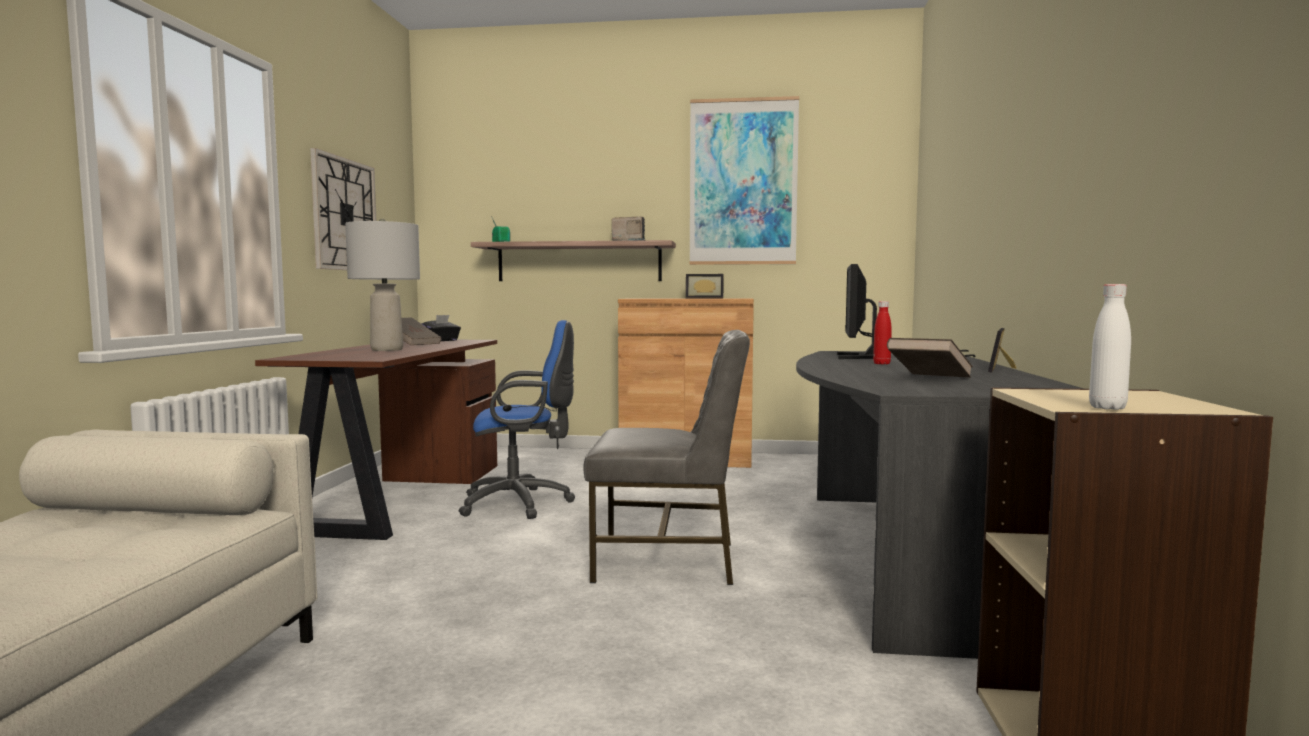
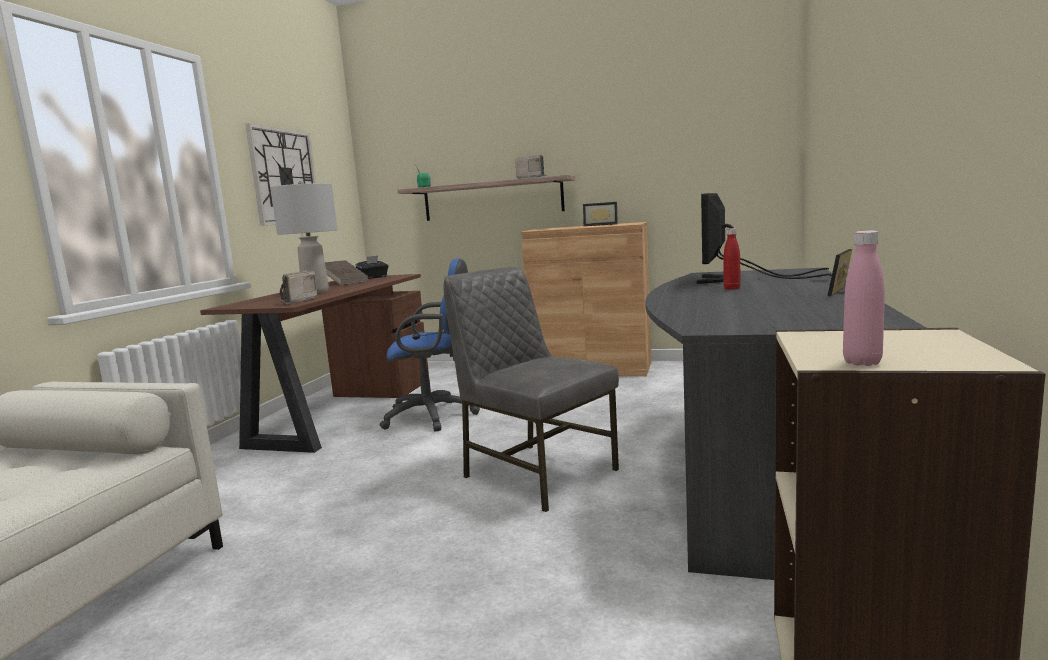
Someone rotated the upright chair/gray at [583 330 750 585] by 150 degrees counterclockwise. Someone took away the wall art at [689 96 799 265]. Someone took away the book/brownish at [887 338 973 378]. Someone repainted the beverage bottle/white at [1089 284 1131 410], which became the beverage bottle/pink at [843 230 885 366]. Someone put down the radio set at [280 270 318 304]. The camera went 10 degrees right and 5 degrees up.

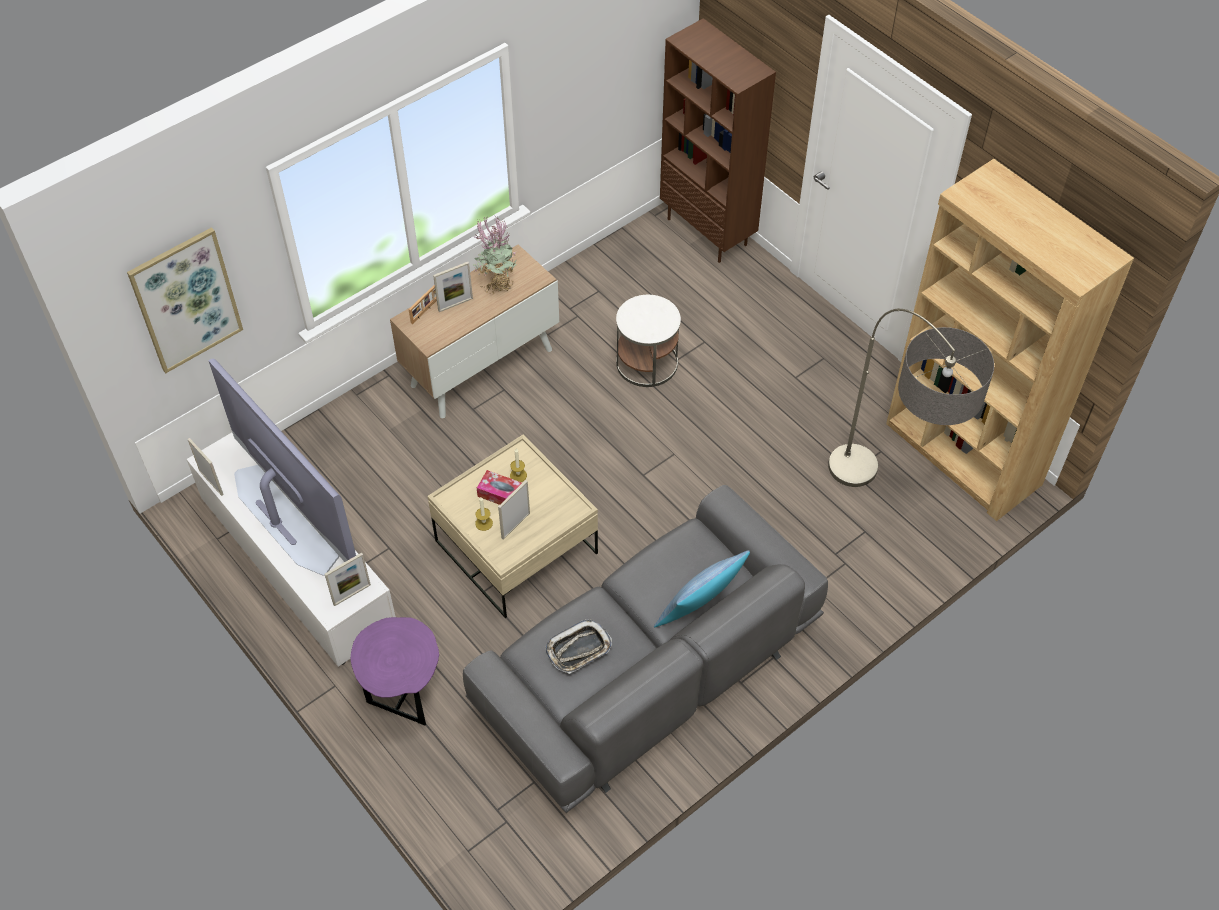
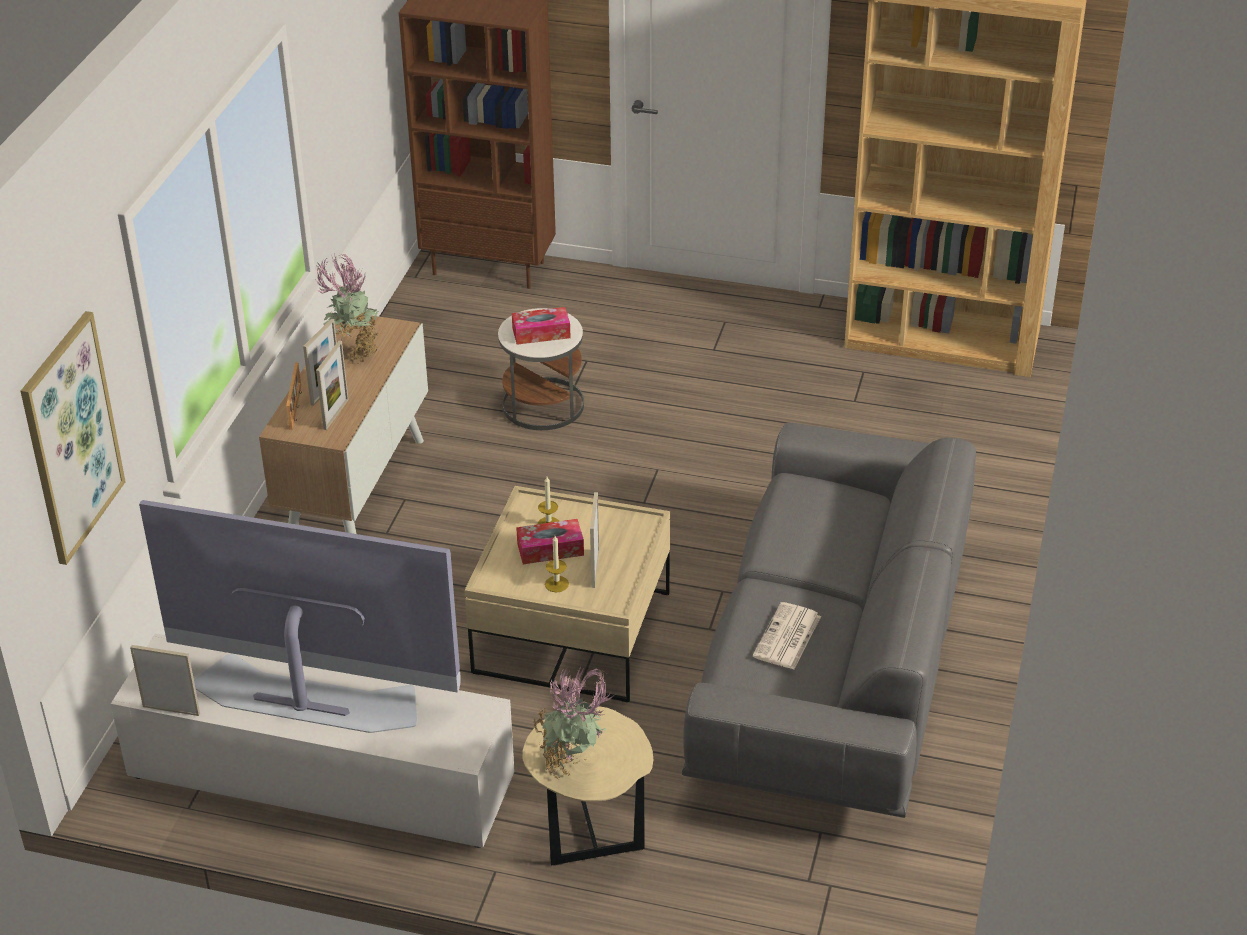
Someone carried the picture frame from [325 553 371 606] to [316 341 349 430]. Someone repainted the side table/purple-coloured at [351 617 439 726], which became the side table/beige-coloured at [522 706 653 866]. Someone swapped the serving tray at [545 619 612 674] for the daily paper at [753 602 821 670]. Someone took away the cushion at [654 550 750 627]. Someone took away the floor lamp at [828 308 994 487]. Someone put down the tissue holder at [512 307 571 345]. Someone put down the potted plant at [533 666 613 779]. The camera went 35 degrees left and 15 degrees down.

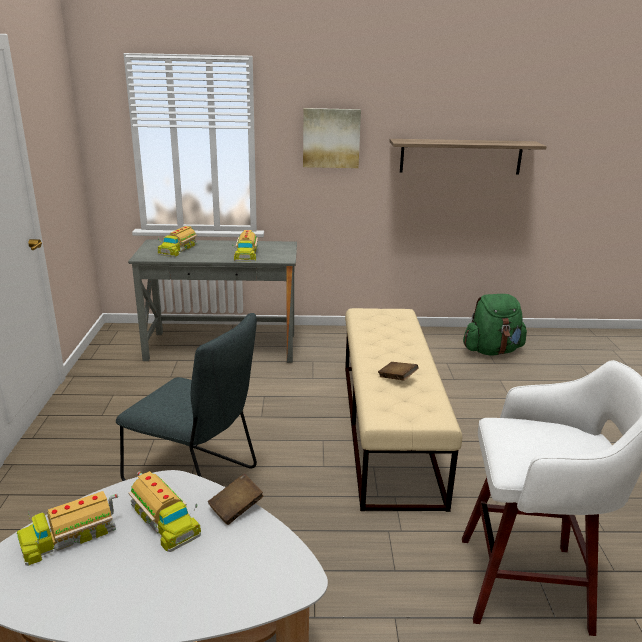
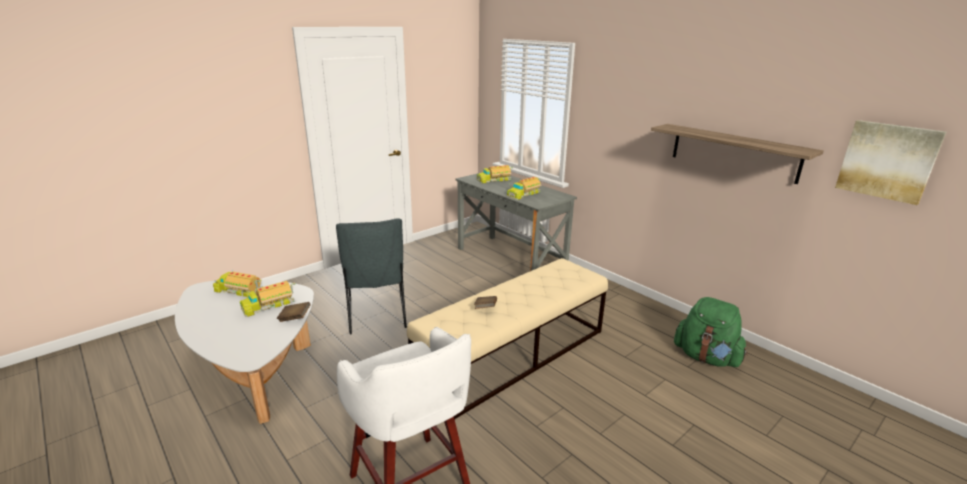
Someone rotated the model truck at [129 471 201 552] by 45 degrees clockwise. Someone carried the wall art from [303 108 361 168] to [835 120 946 205]. The camera went 50 degrees right and 0 degrees up.

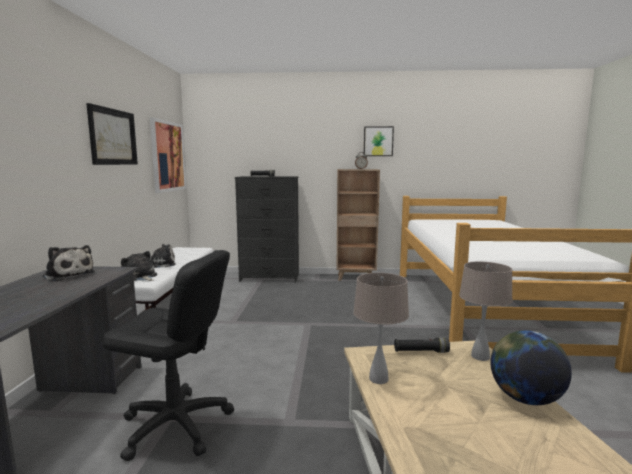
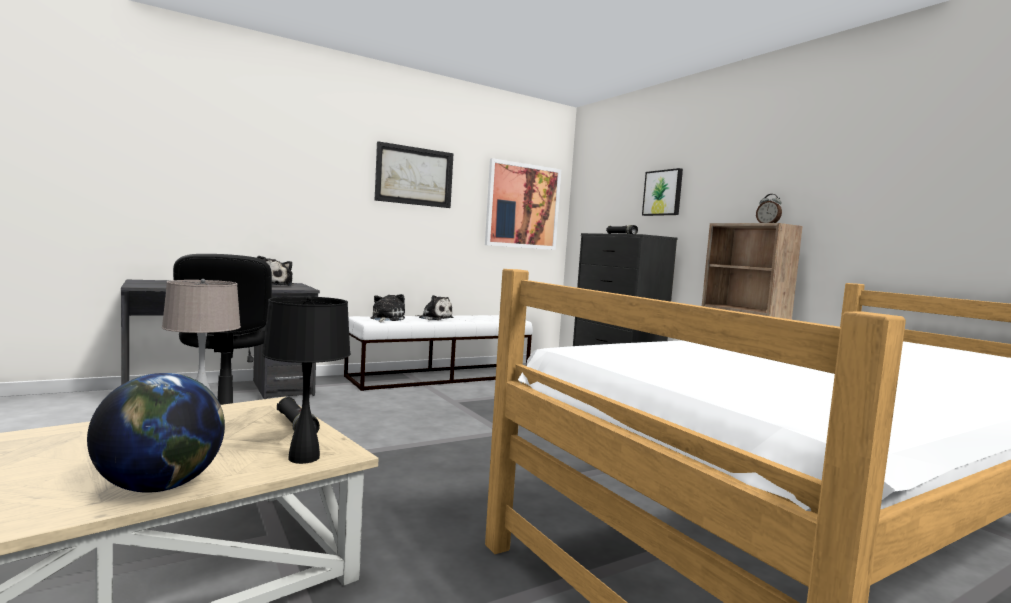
Someone carried the wall art from [364 126 394 156] to [642 168 683 216]. Someone repainted the tabletop lamp/beige-coloured at [459 261 513 361], which became the tabletop lamp/blackish at [262 296 351 464]. The camera went 55 degrees right and 5 degrees down.

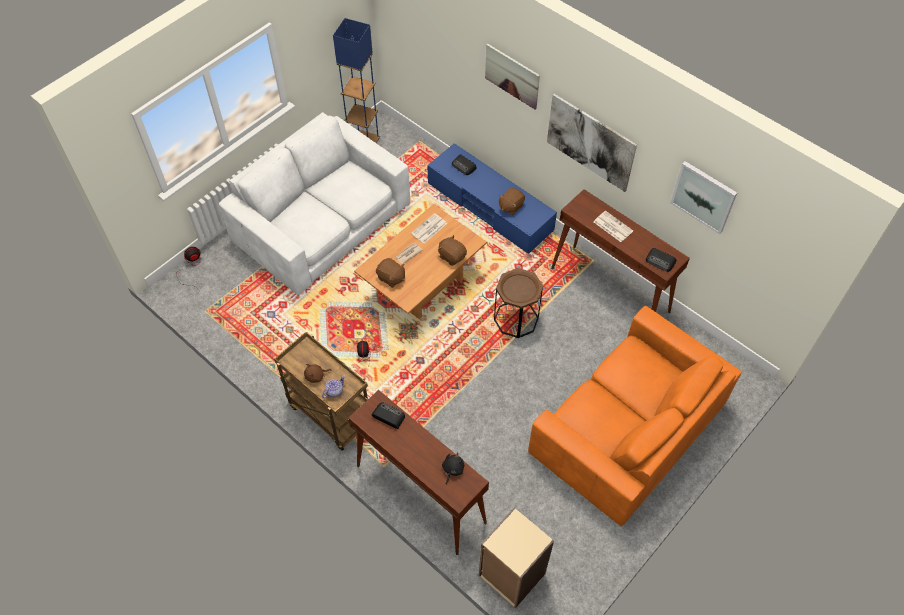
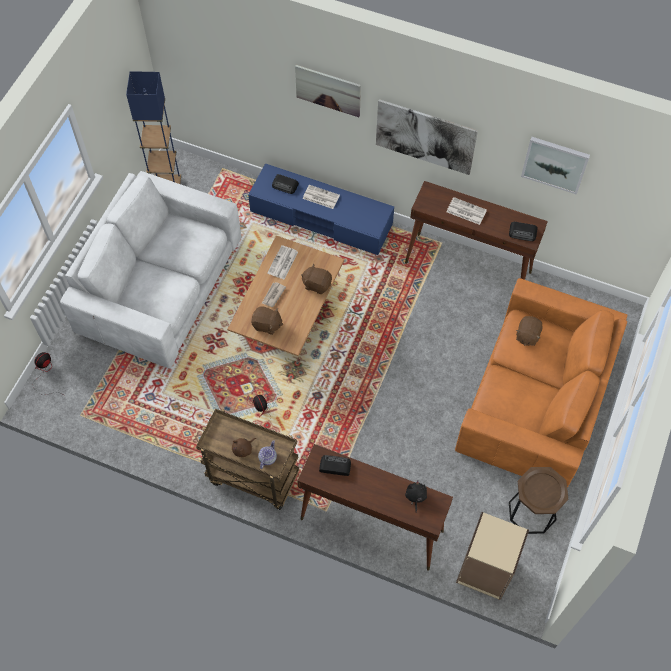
Someone carried the side table/brownish from [494 268 543 338] to [509 467 568 534]. Someone carried the cuddly toy/brownish from [498 188 525 215] to [516 316 543 346]. Someone put down the daily paper at [303 185 340 209]. The camera went 20 degrees left and 5 degrees up.

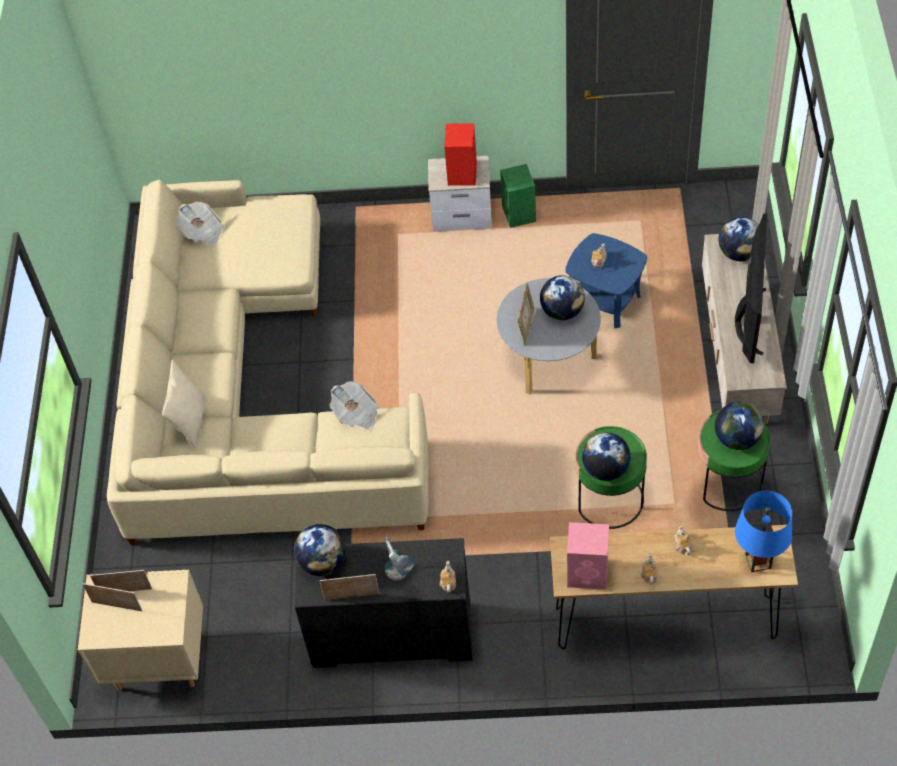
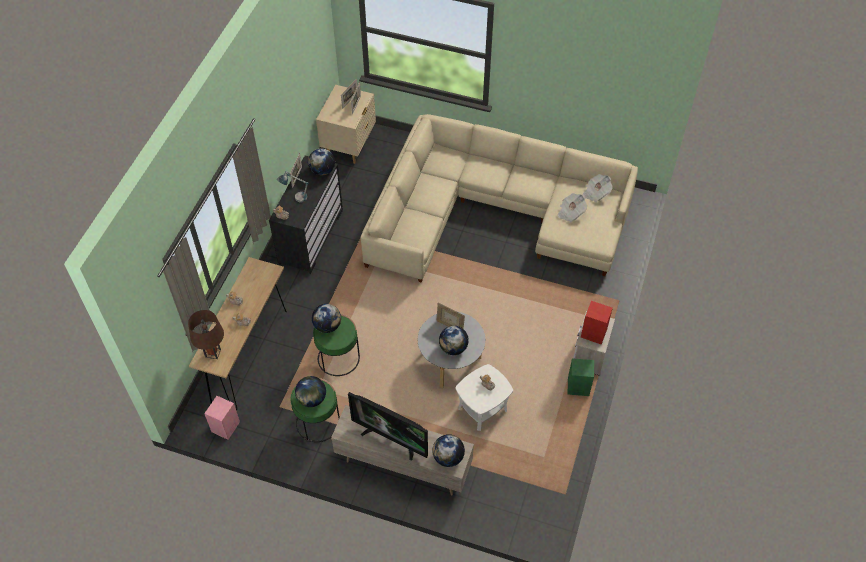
Someone took away the cushion/beige-coloured at [162 360 205 449]. Someone carried the daily paper from [330 381 379 430] to [557 193 587 223]. Someone repainted the side table/blue-coloured at [565 233 647 328], which became the side table/white at [456 364 513 431]. Someone carried the speaker/pink from [567 522 609 590] to [204 396 240 440]. Someone repainted the tabletop lamp/blue-coloured at [735 491 792 572], which became the tabletop lamp/brownish at [188 310 224 359]. The camera went 105 degrees right and 0 degrees up.

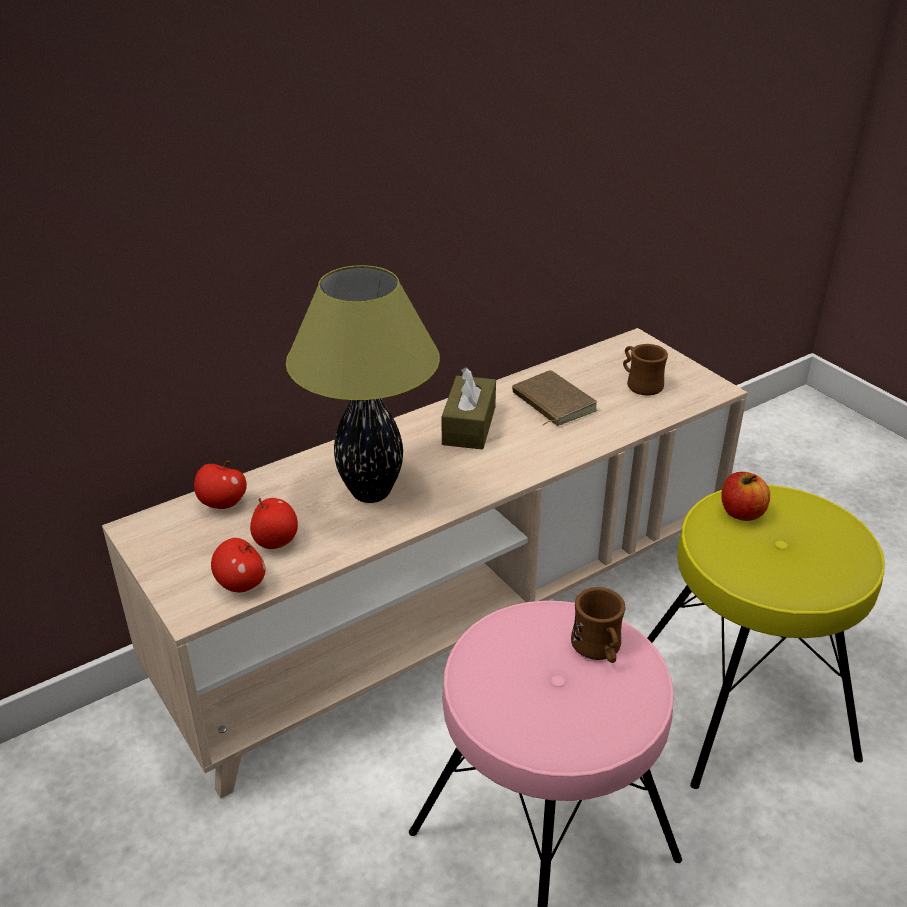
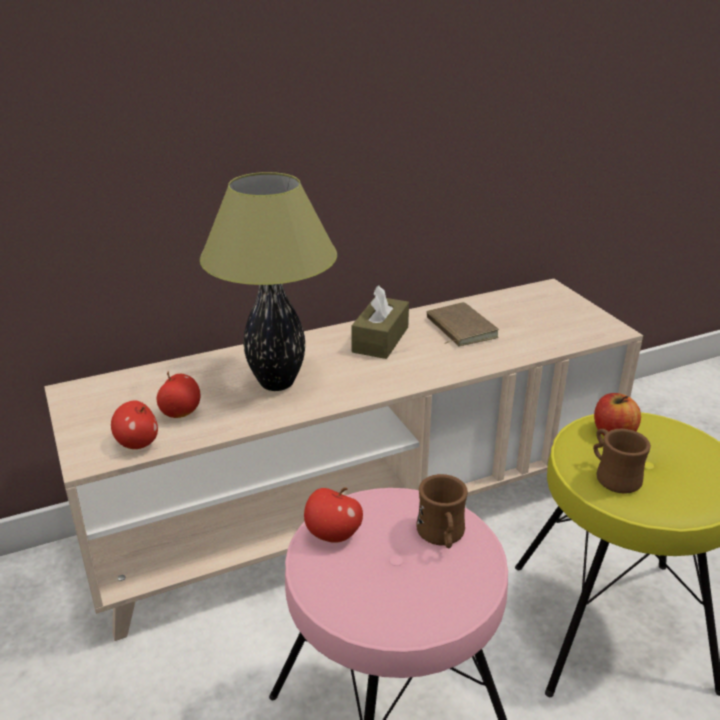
Someone carried the apple from [194 461 247 509] to [304 487 363 543]. Someone carried the tea mug/brownish from [623 344 668 396] to [593 429 651 494]. The camera went 10 degrees right and 5 degrees down.

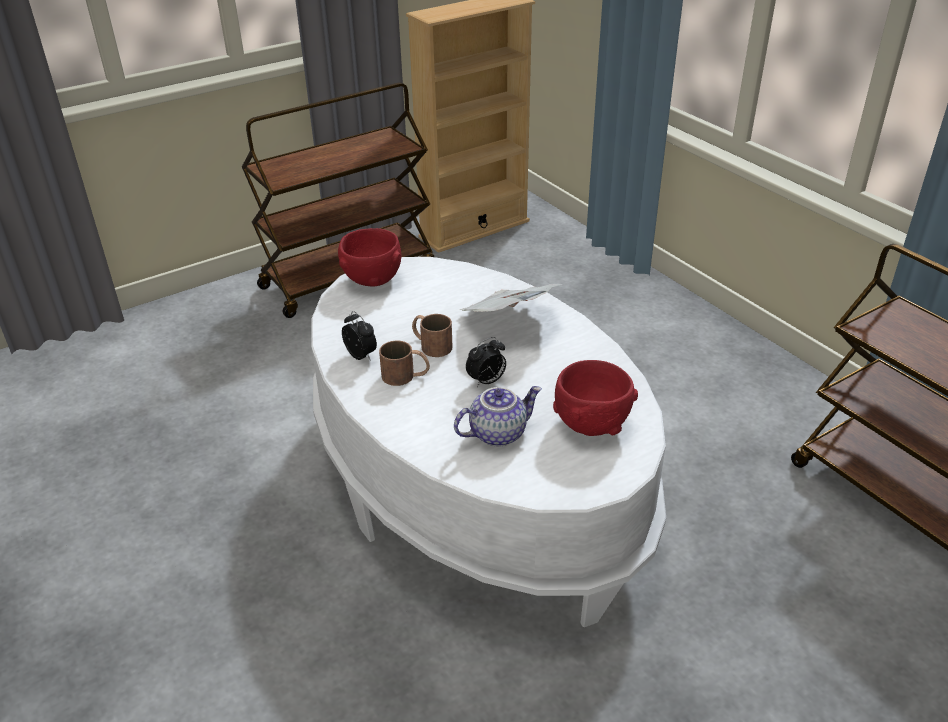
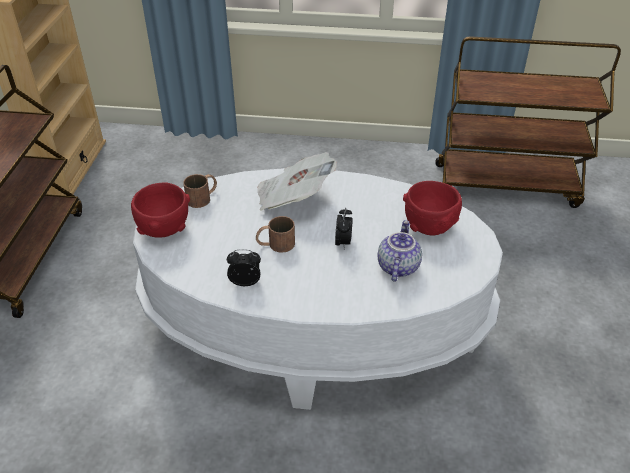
Someone carried the tea mug/brownish from [379 340 430 386] to [183 174 217 208]. The camera went 50 degrees left and 5 degrees up.

